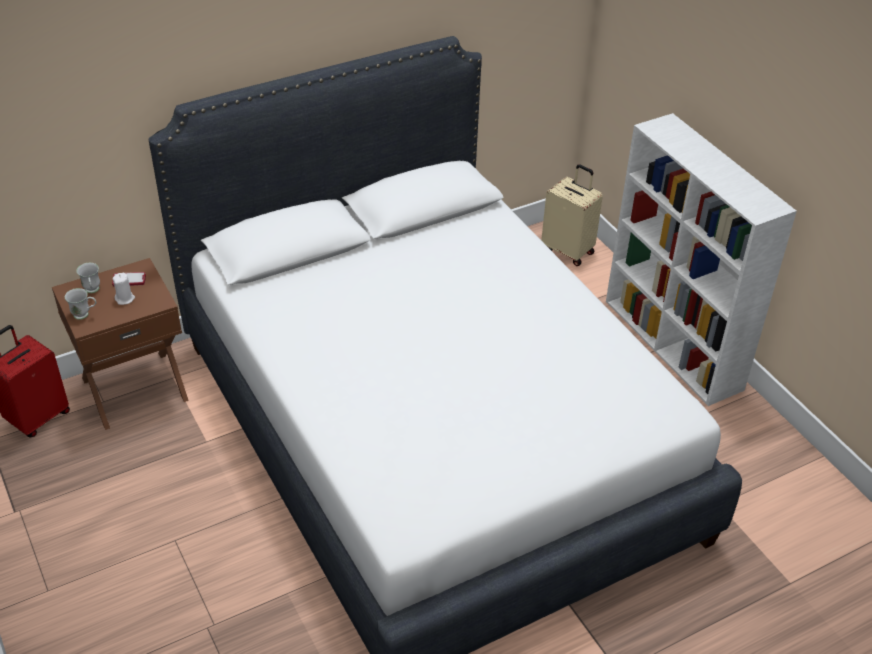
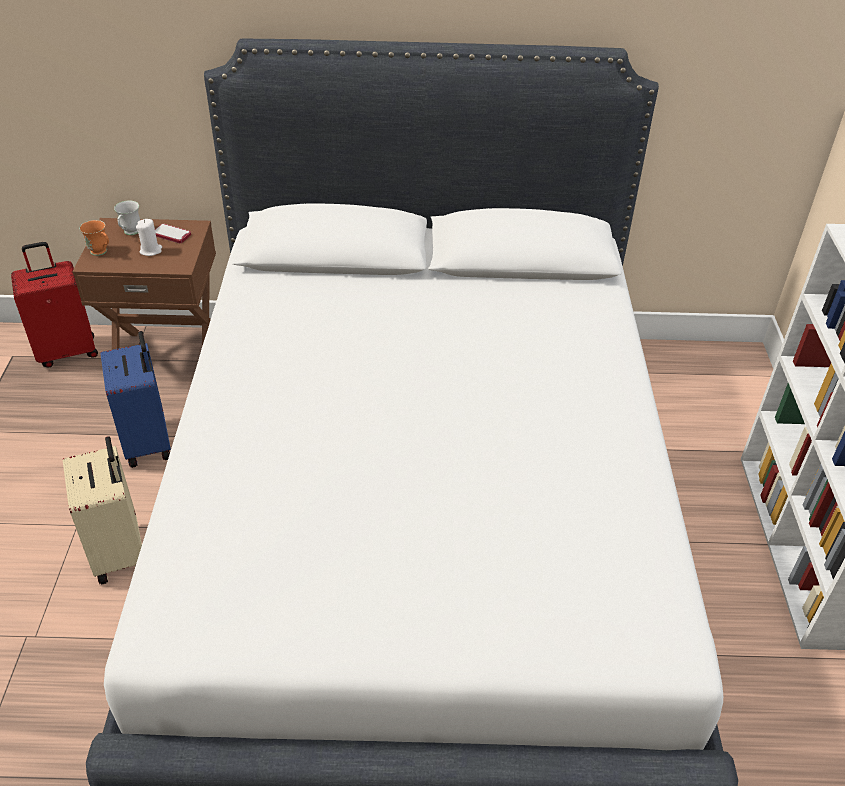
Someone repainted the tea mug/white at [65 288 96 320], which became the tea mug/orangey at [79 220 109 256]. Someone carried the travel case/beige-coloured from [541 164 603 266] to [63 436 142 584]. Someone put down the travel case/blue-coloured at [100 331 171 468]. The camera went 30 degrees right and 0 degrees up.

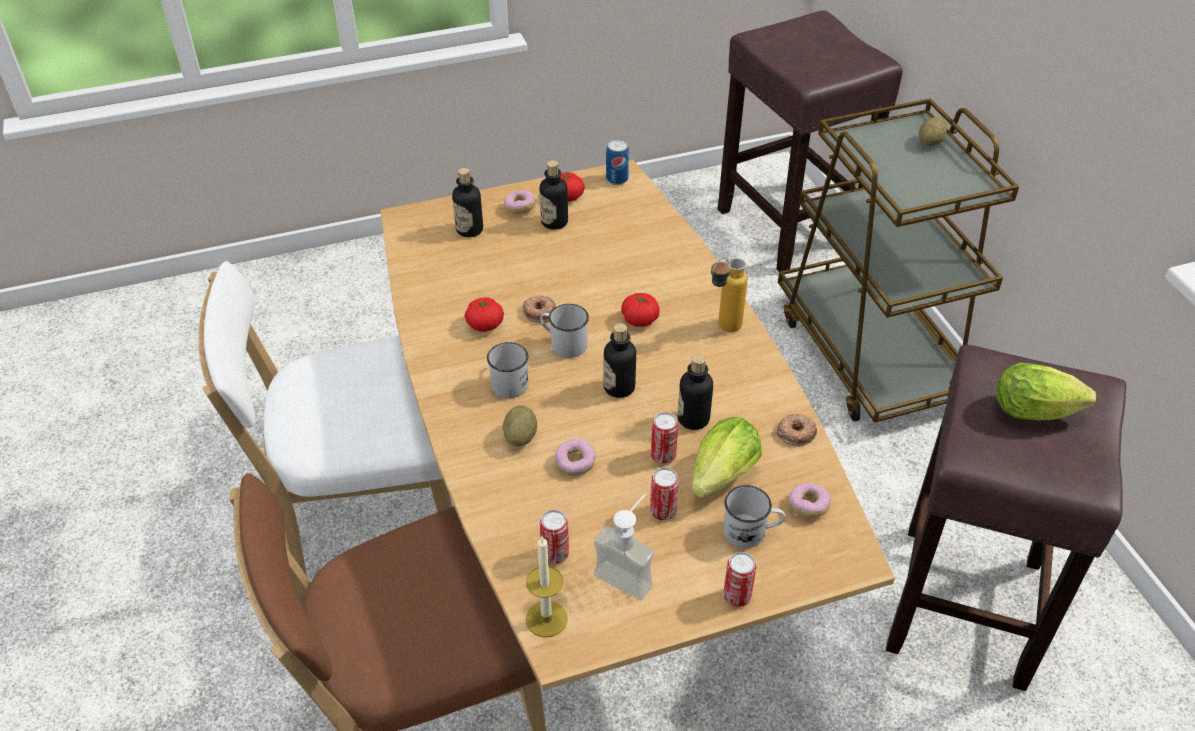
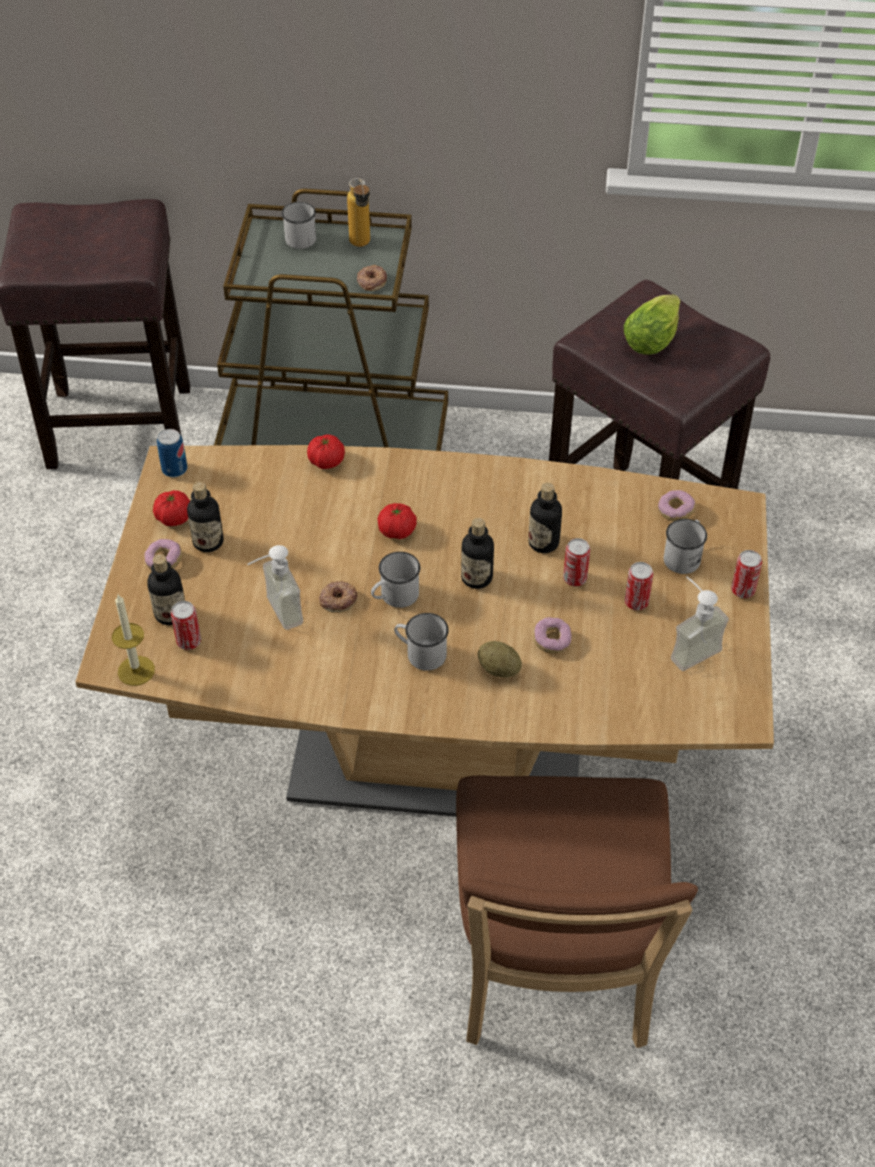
Someone took away the upright chair/white at [199 261 452 576]. Someone carried the tomato from [465 298 504 332] to [307 434 345 469]. Someone carried the candle from [526 537 568 637] to [112 595 155 686]. Someone carried the sealed can from [540 510 569 564] to [171 601 201 650]. Someone took away the lettuce head at [692 417 762 498]. Someone carried the beverage bottle from [711 258 748 332] to [347 178 370 247]. Someone carried the donut from [777 414 817 446] to [357 265 387 291]. Someone swapped the whole potato at [919 117 947 146] for the tea mug/white at [281 202 316 249]. Someone put down the liquid soap bottle at [248 545 303 630]. The camera went 65 degrees left and 5 degrees up.

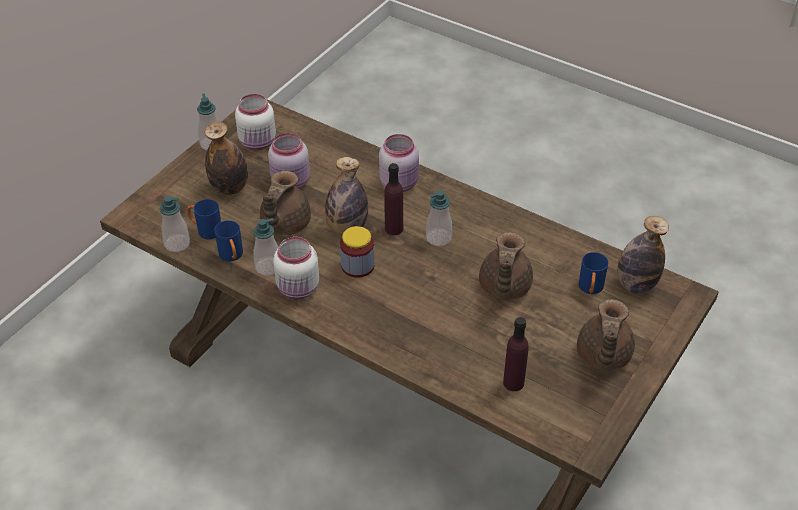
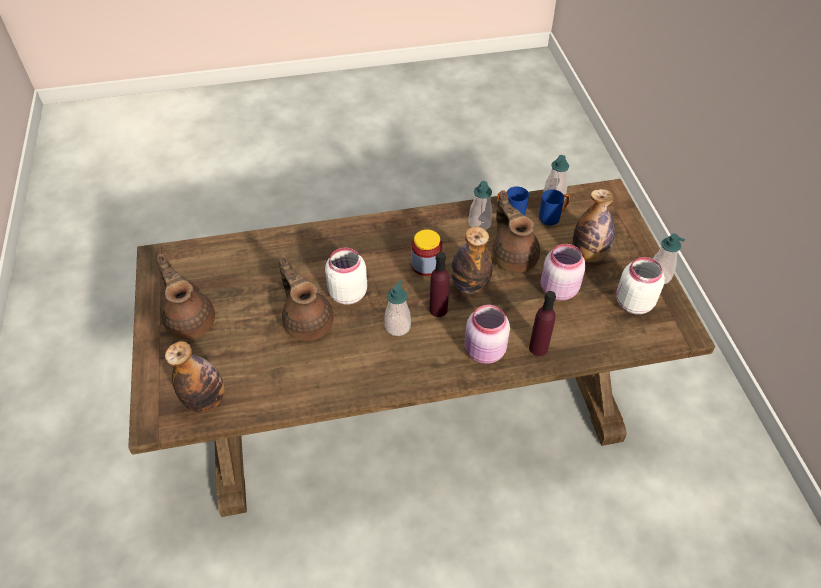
Someone carried the jar/white from [273 237 319 299] to [325 248 367 305]. Someone carried the beverage bottle/purple-coloured from [503 317 529 391] to [529 291 556 356]. Someone took away the tea mug/blue-coloured at [579 252 609 294]. The camera went 135 degrees right and 5 degrees up.

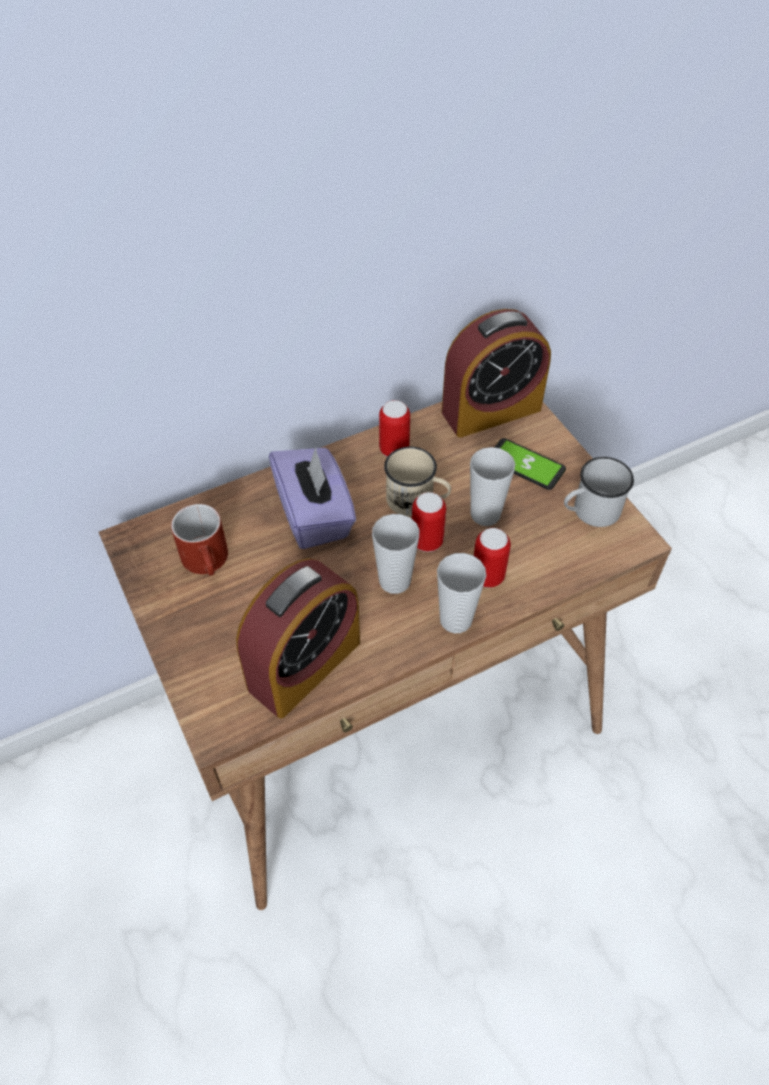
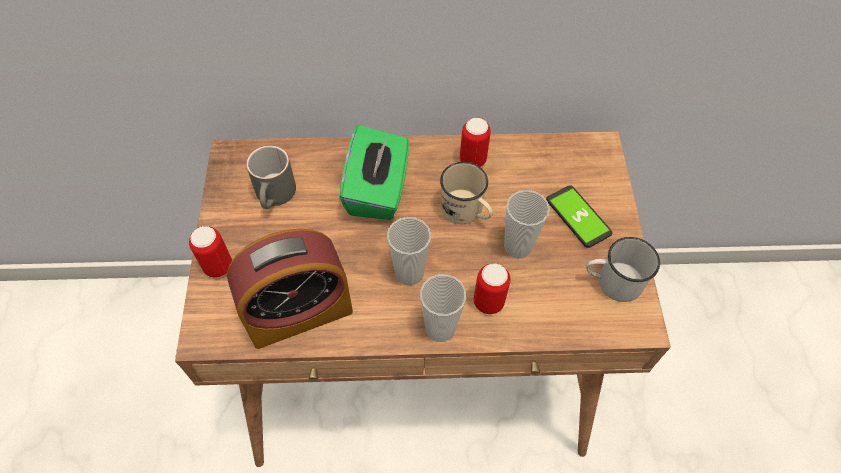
Someone repainted the tea mug/red-coloured at [171 504 228 576], which became the tea mug/gray at [246 145 296 209]. Someone repainted the tissue holder/purple-coloured at [269 447 356 549], which became the tissue holder/greenish at [340 125 409 220]. Someone carried the sealed can from [412 492 446 552] to [189 226 232 278]. Someone took away the bedside clock at [442 309 551 438]. The camera went 25 degrees right and 5 degrees up.

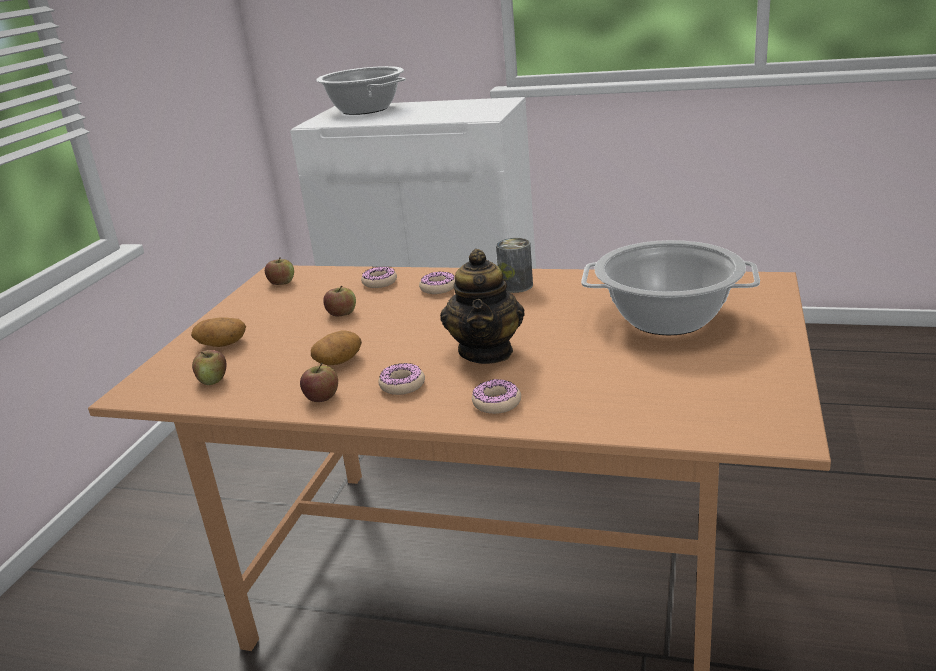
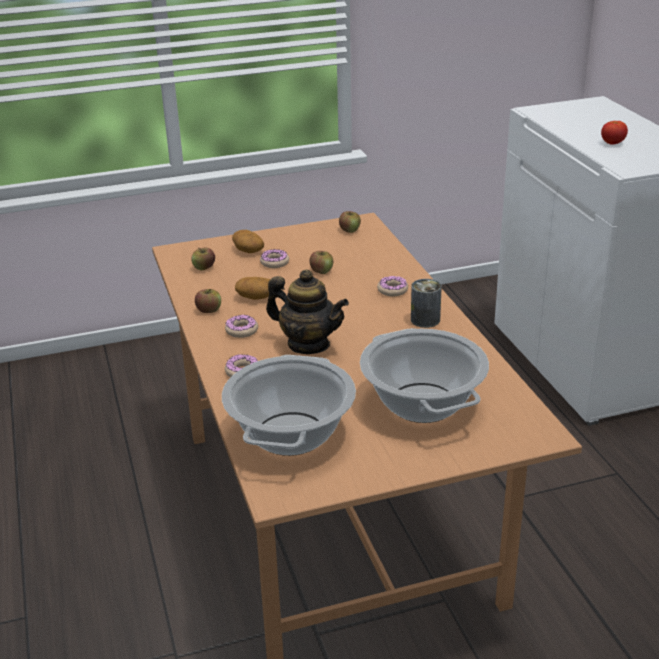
Someone carried the saucepot from [316 66 406 115] to [222 355 356 456]. Someone carried the donut from [361 267 397 288] to [260 249 289 268]. Someone rotated the tea pot at [440 249 525 364] by 120 degrees counterclockwise. Someone put down the tomato at [601 121 628 145]. The camera went 55 degrees right and 5 degrees up.

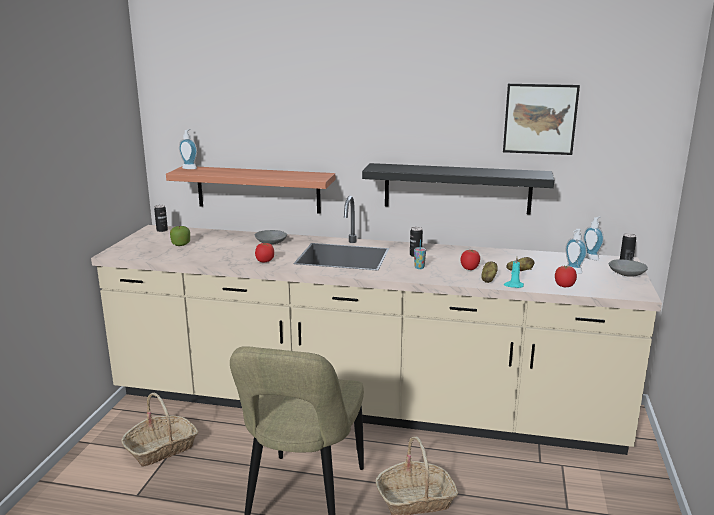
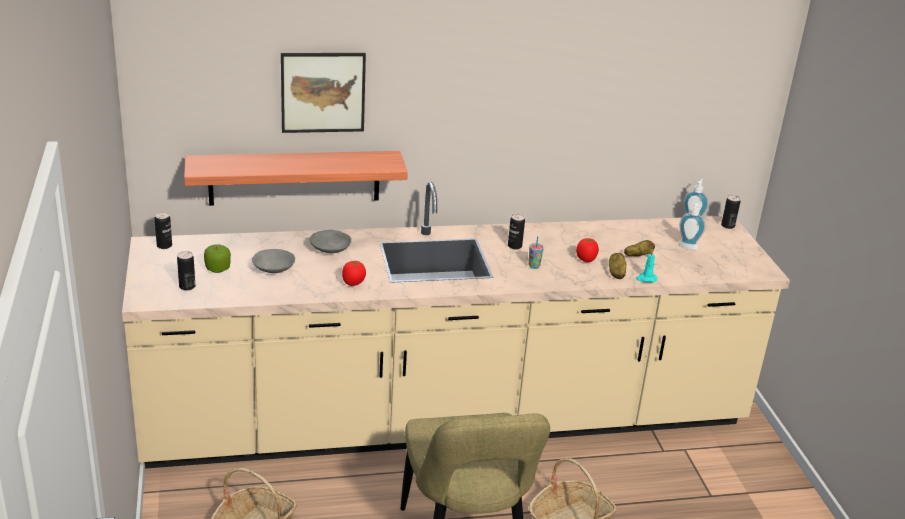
Someone took away the liquid soap bottle at [179 129 197 169]. Someone took away the wall shelf/blackish at [362 163 554 215]. Someone carried the wall art from [503 84 580 155] to [281 53 366 133]. Someone took away the tomato at [555 265 577 287]. Someone carried the serving bowl/gray from [609 259 648 277] to [252 249 295 273]. Someone put down the sealed can at [177 251 195 290]. The camera went 25 degrees left and 10 degrees up.

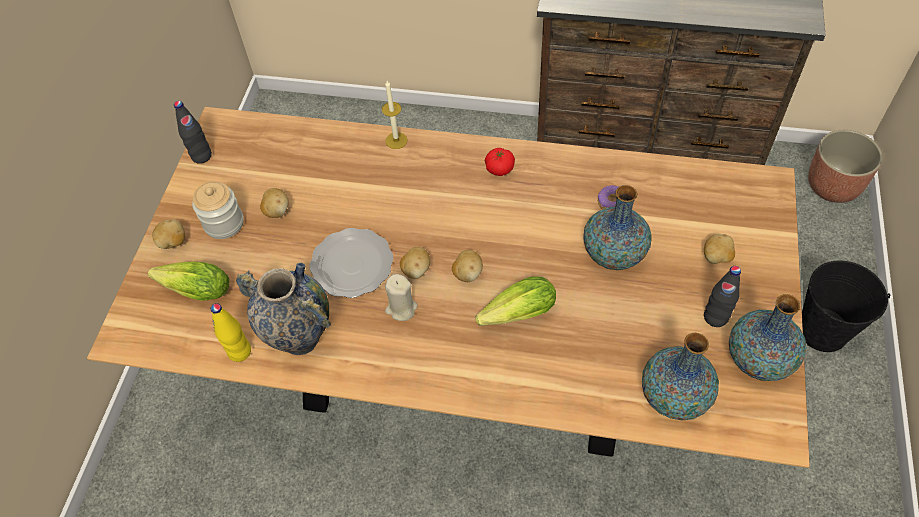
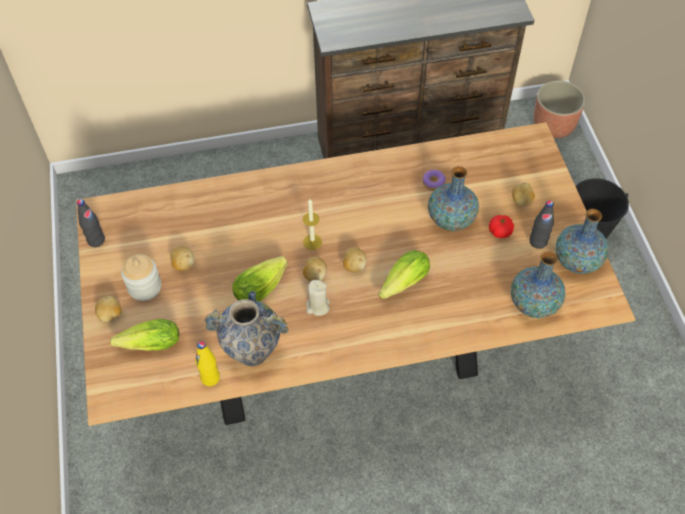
Someone swapped the flat dish at [309 228 393 298] for the lettuce head at [233 256 288 302]. Someone carried the candle from [382 81 408 149] to [303 199 322 250]. Someone carried the tomato from [485 148 515 176] to [489 215 514 238]. The camera went 25 degrees left and 0 degrees up.

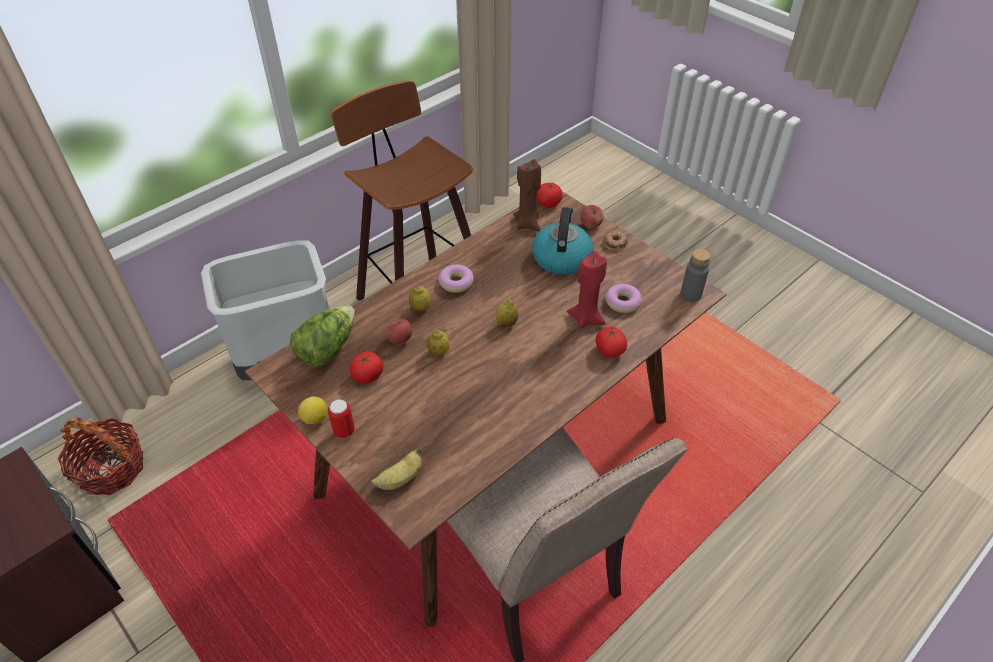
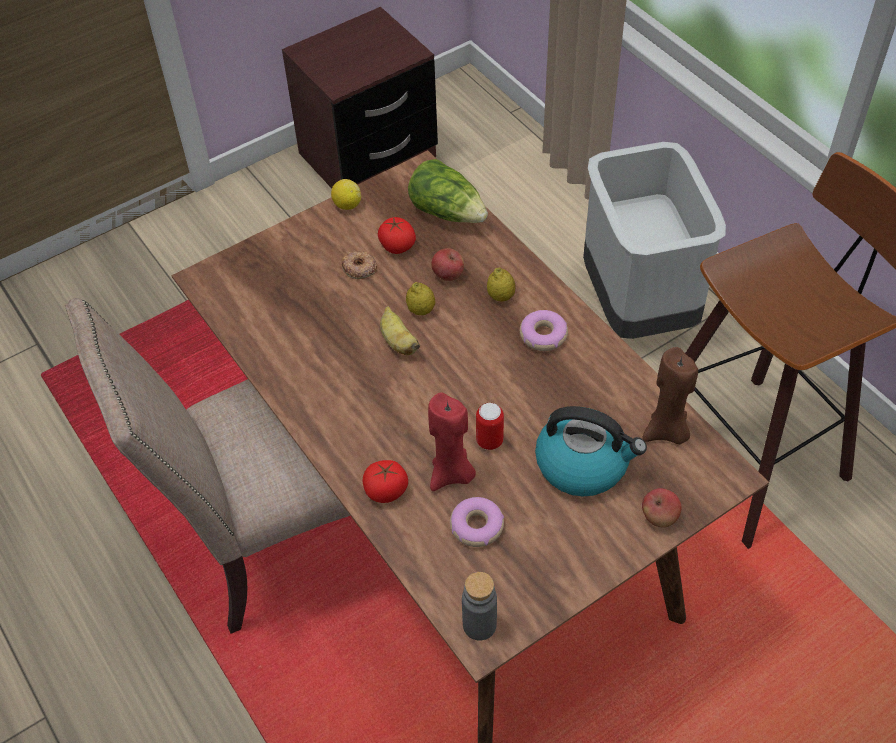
Someone took away the household basket at [57 417 144 495]. Someone carried the sealed can from [328 399 355 439] to [476 403 504 450]. Someone carried the banana from [371 447 422 490] to [380 306 420 355]. Someone took away the whole lemon at [496 299 518 328]. Someone took away the tomato at [537 183 563 208]. Someone carried the donut from [604 231 628 251] to [341 250 377 279]. The camera went 100 degrees right and 5 degrees up.

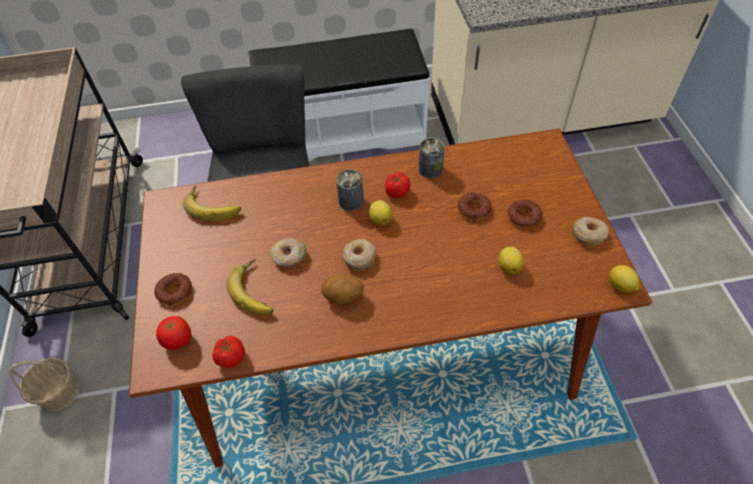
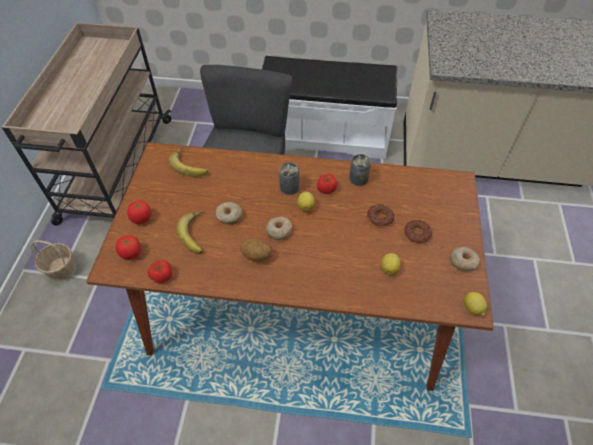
Someone swapped the donut at [154 273 192 306] for the tomato at [128 200 151 224]. The camera went 15 degrees right and 0 degrees up.

